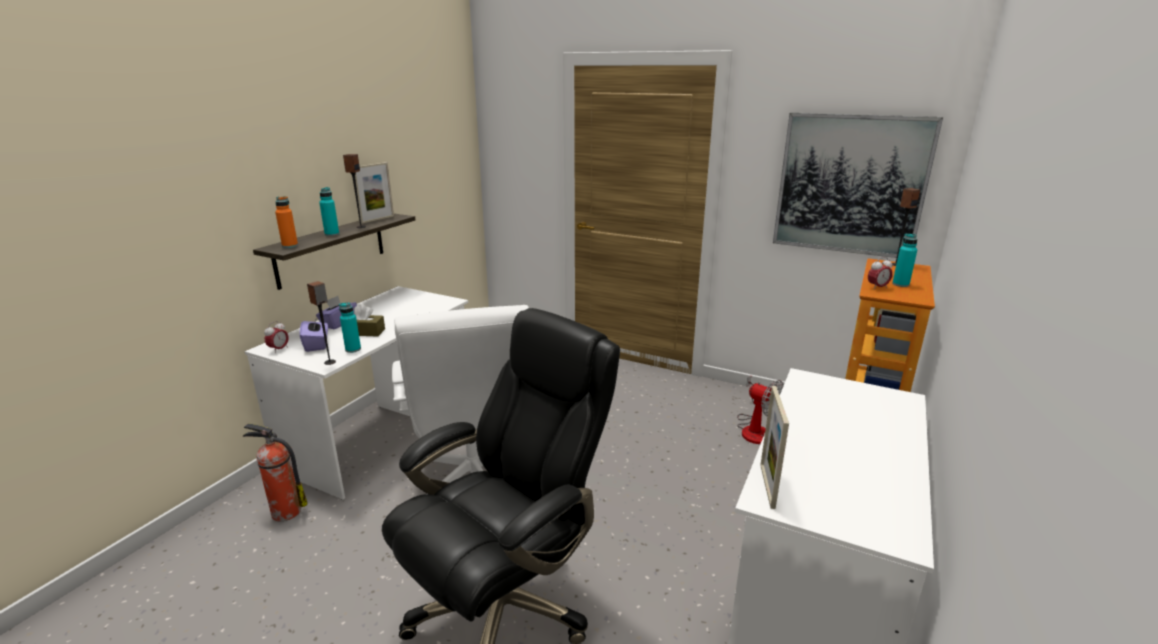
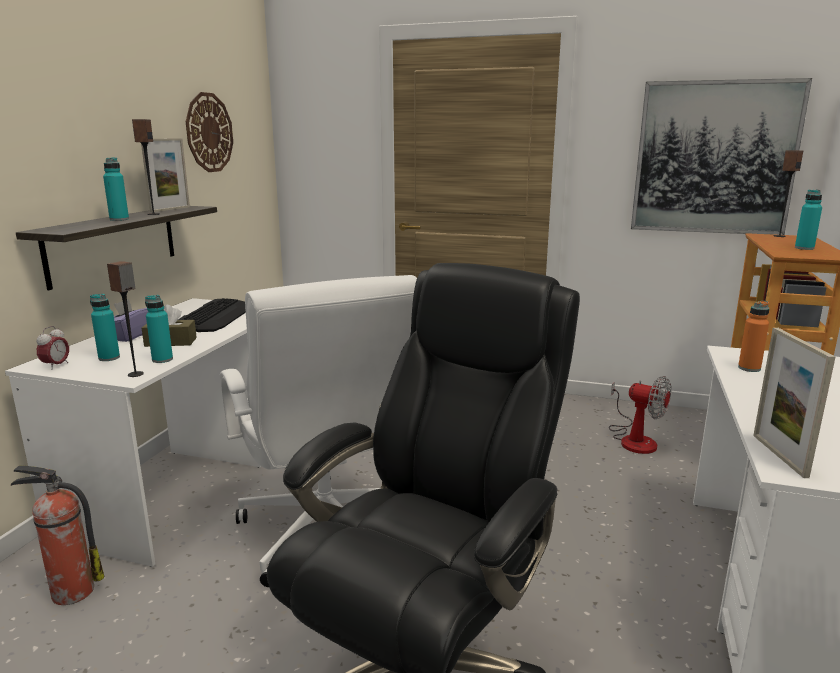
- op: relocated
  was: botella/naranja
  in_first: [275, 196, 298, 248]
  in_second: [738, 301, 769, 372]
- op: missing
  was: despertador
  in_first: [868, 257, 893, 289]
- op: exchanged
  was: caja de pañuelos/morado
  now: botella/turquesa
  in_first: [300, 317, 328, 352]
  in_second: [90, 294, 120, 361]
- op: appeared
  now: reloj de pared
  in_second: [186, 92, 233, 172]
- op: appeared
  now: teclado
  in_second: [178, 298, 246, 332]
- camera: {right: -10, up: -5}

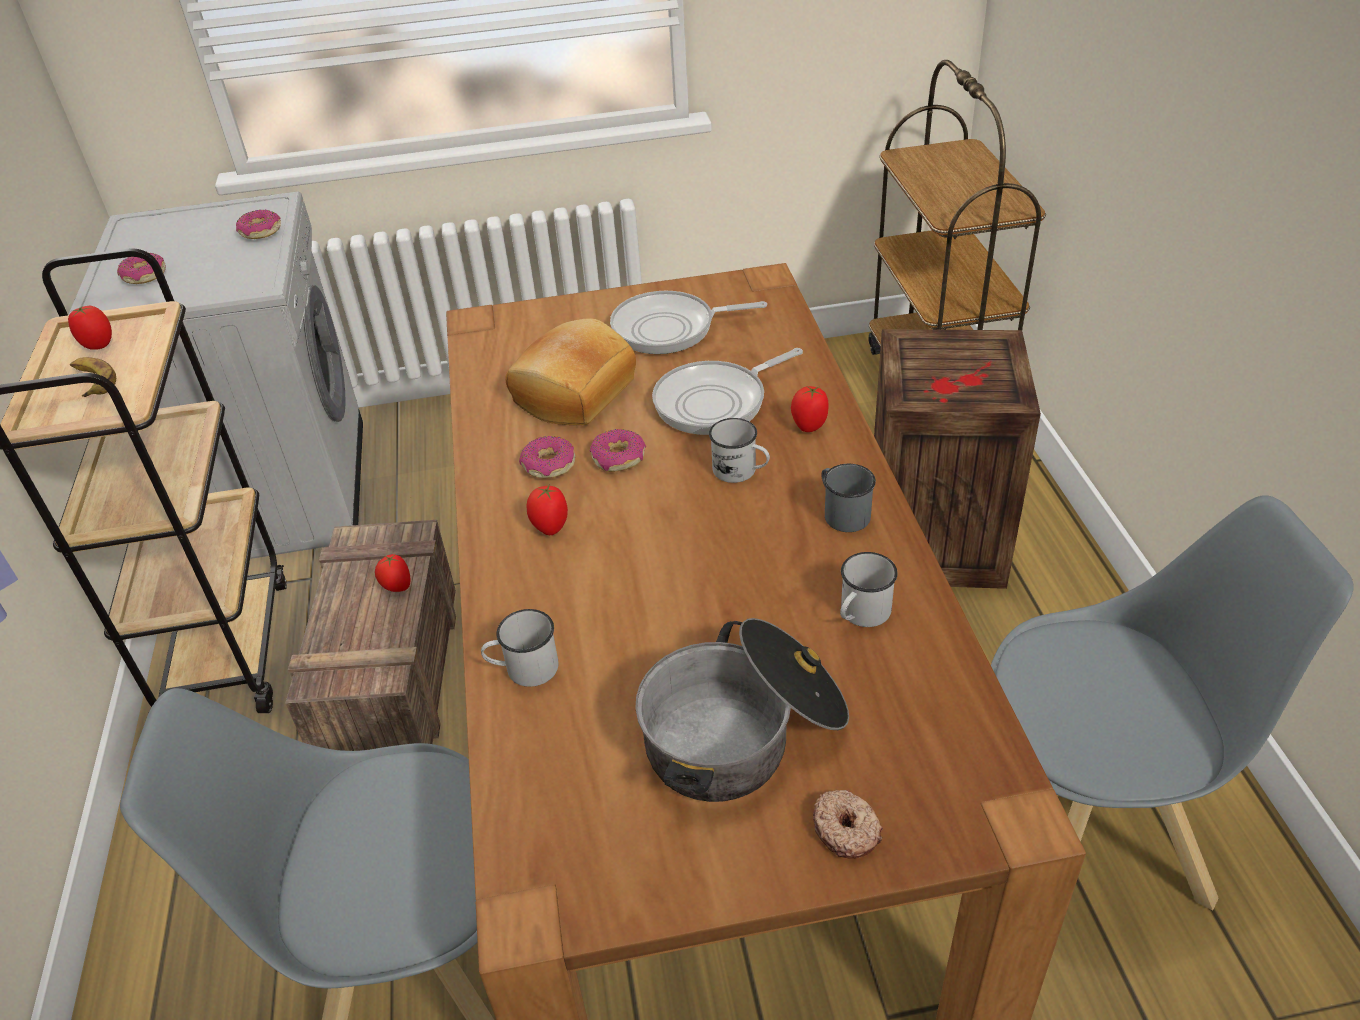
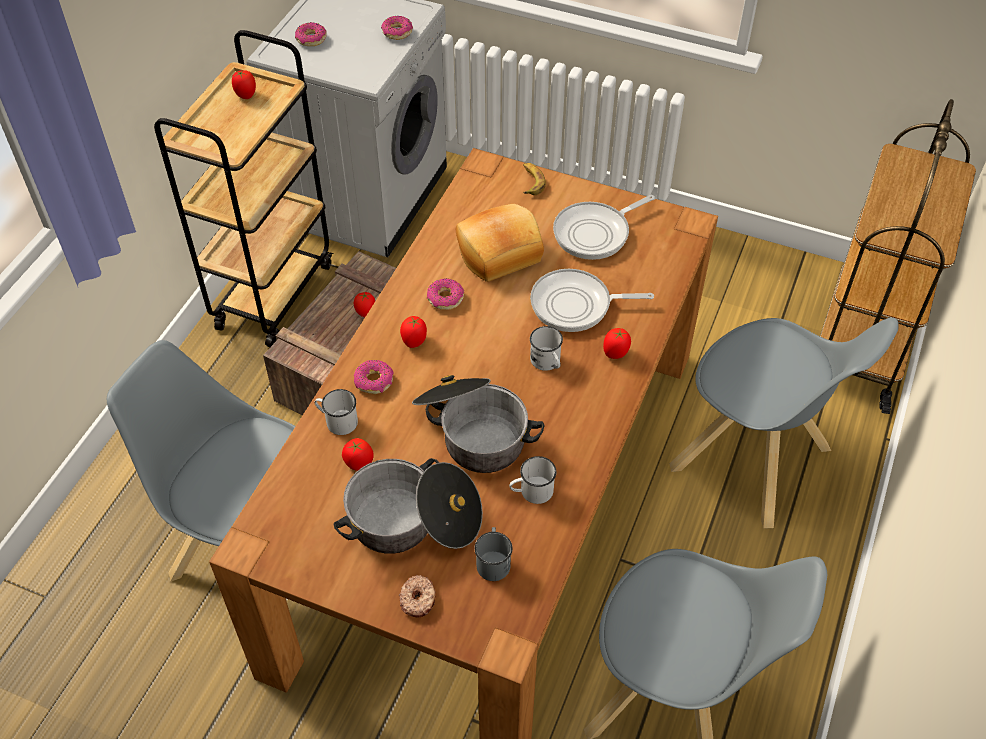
- op: spun
  was: sartén
  in_first: [610, 291, 767, 354]
  in_second: [553, 195, 655, 260]
  clockwise: -60
- op: exchanged
  was: caja de embalaje
  now: silla/gris
  in_first: [874, 329, 1041, 589]
  in_second: [669, 318, 899, 529]
- op: relocated
  was: plátano
  in_first: [70, 357, 116, 397]
  in_second: [523, 163, 546, 195]
- op: relocated
  was: rosquilla
  in_first: [590, 429, 646, 472]
  in_second: [354, 360, 394, 394]
- op: relocated
  was: taza grande/gris
  in_first: [821, 464, 876, 532]
  in_second: [475, 527, 512, 581]
- op: appeared
  now: olla
  in_second: [412, 375, 545, 473]
- op: appeared
  now: tomate
  in_second: [342, 438, 373, 471]
- camera: {right: 30, up: 10}

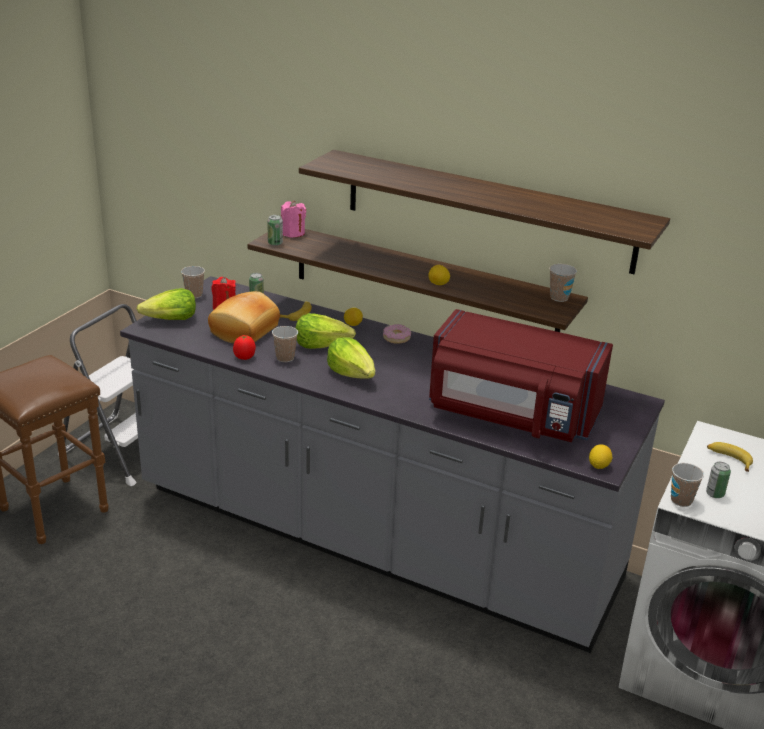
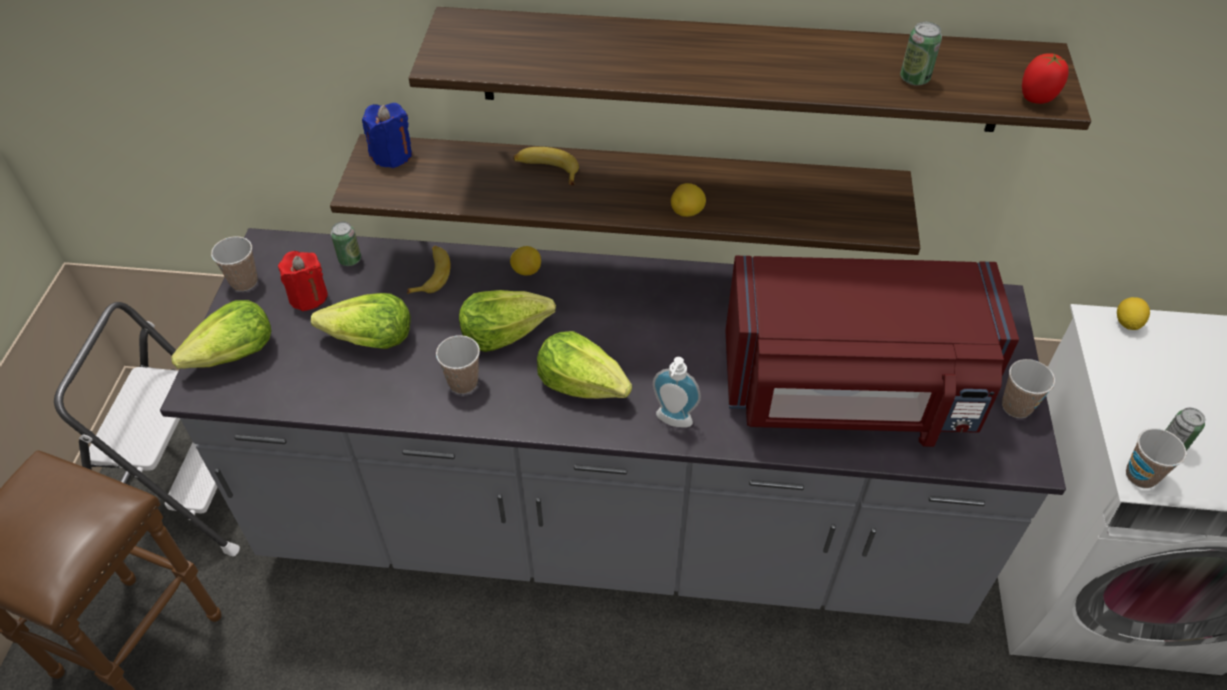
- op: colour
  was: vela/rosa
  now: vela/azul
  in_first: [281, 200, 306, 238]
  in_second: [362, 103, 412, 168]
- op: relocated
  was: lata
  in_first: [267, 215, 283, 246]
  in_second: [900, 22, 942, 86]
- op: relocated
  was: taza
  in_first: [550, 264, 577, 302]
  in_second: [1002, 359, 1055, 418]
- op: exchanged
  was: pan
  now: lechuga
  in_first: [208, 291, 280, 343]
  in_second: [311, 293, 411, 349]
- op: missing
  was: rosquilla
  in_first: [383, 324, 411, 344]
- op: relocated
  was: tomate
  in_first: [233, 335, 256, 360]
  in_second: [1022, 53, 1069, 104]
- op: relocated
  was: plátano
  in_first: [707, 442, 753, 472]
  in_second: [513, 147, 579, 185]
- op: relocated
  was: limón
  in_first: [589, 444, 612, 469]
  in_second: [1117, 297, 1150, 330]
- op: appeared
  now: dispensador de jabón
  in_second: [653, 357, 701, 427]
- camera: {right: -20, up: 20}

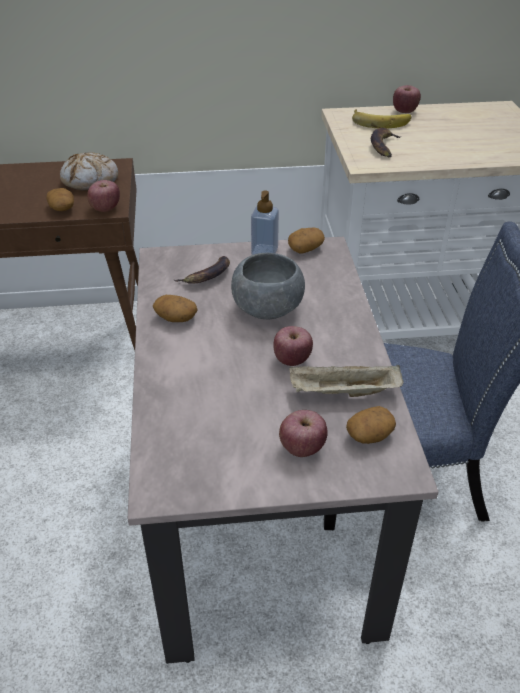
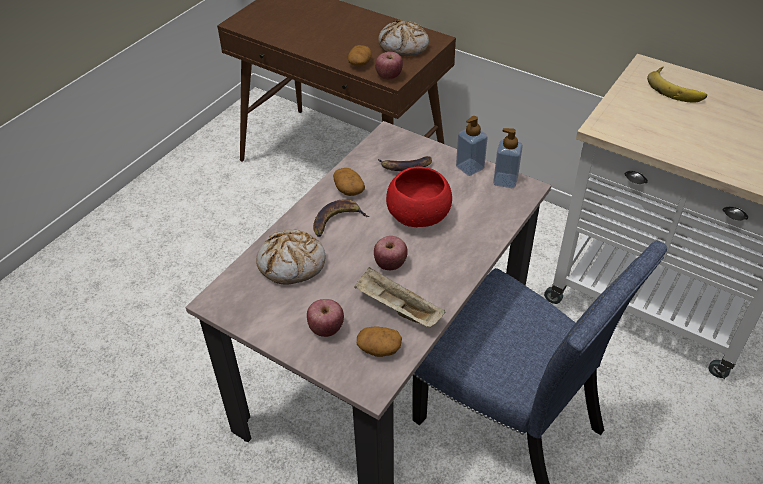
- op: missing
  was: manzana
  in_first: [393, 85, 421, 113]
- op: relocated
  was: plátano
  in_first: [371, 128, 401, 157]
  in_second: [313, 199, 369, 237]
- op: exchanged
  was: patata
  now: dispensador de jabón
  in_first: [288, 228, 325, 254]
  in_second: [493, 128, 523, 188]
- op: colour
  was: cuenco/gris
  now: cuenco/rojo
  in_first: [231, 253, 305, 319]
  in_second: [386, 167, 452, 227]
- op: appeared
  now: pan
  in_second: [256, 230, 325, 285]
- camera: {right: 40, up: 5}

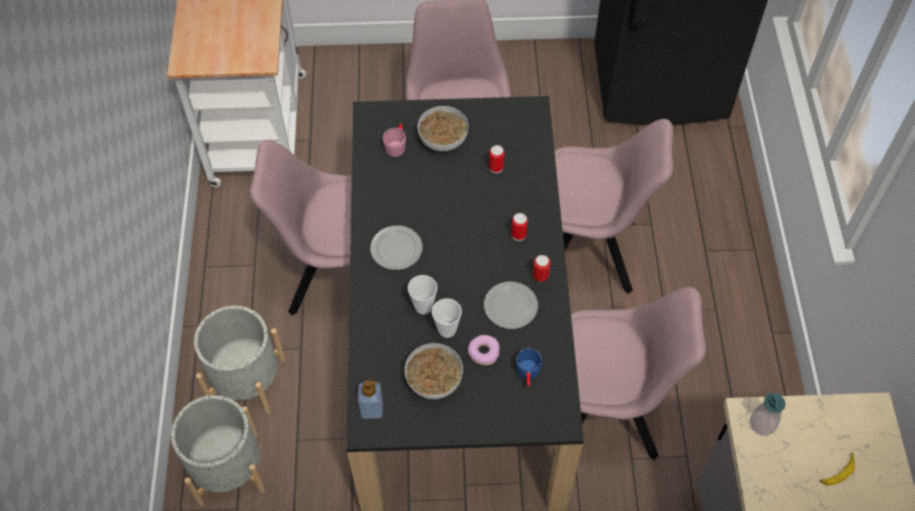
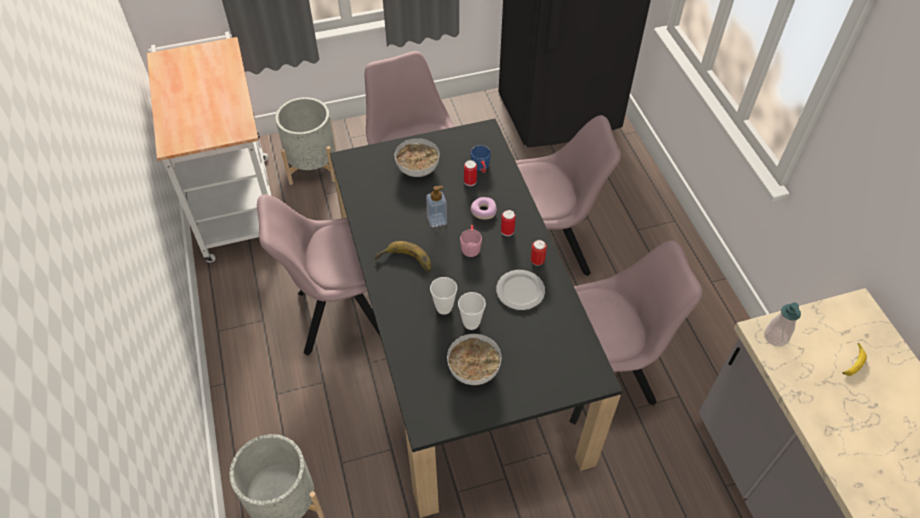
- op: relocated
  was: taza grande/rosa
  in_first: [383, 124, 406, 157]
  in_second: [460, 225, 482, 257]
- op: exchanged
  was: plato
  now: plátano
  in_first: [370, 226, 423, 270]
  in_second: [374, 241, 432, 273]
- op: relocated
  was: maceta/gris
  in_first: [194, 306, 285, 414]
  in_second: [275, 97, 336, 185]
- op: relocated
  was: rosquilla
  in_first: [468, 335, 499, 365]
  in_second: [471, 197, 497, 220]
- op: relocated
  was: taza grande/azul
  in_first: [516, 348, 542, 387]
  in_second: [471, 145, 491, 173]
- op: relocated
  was: dispensador de jabón
  in_first: [358, 380, 383, 419]
  in_second: [426, 186, 447, 227]
- camera: {right: -15, up: -5}

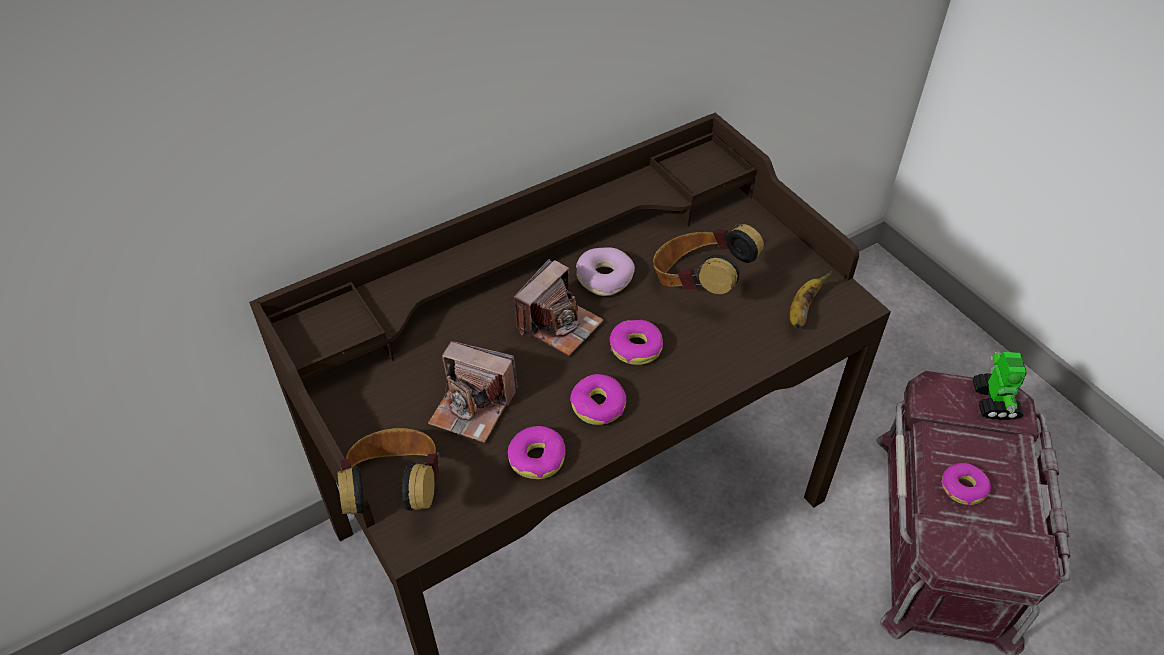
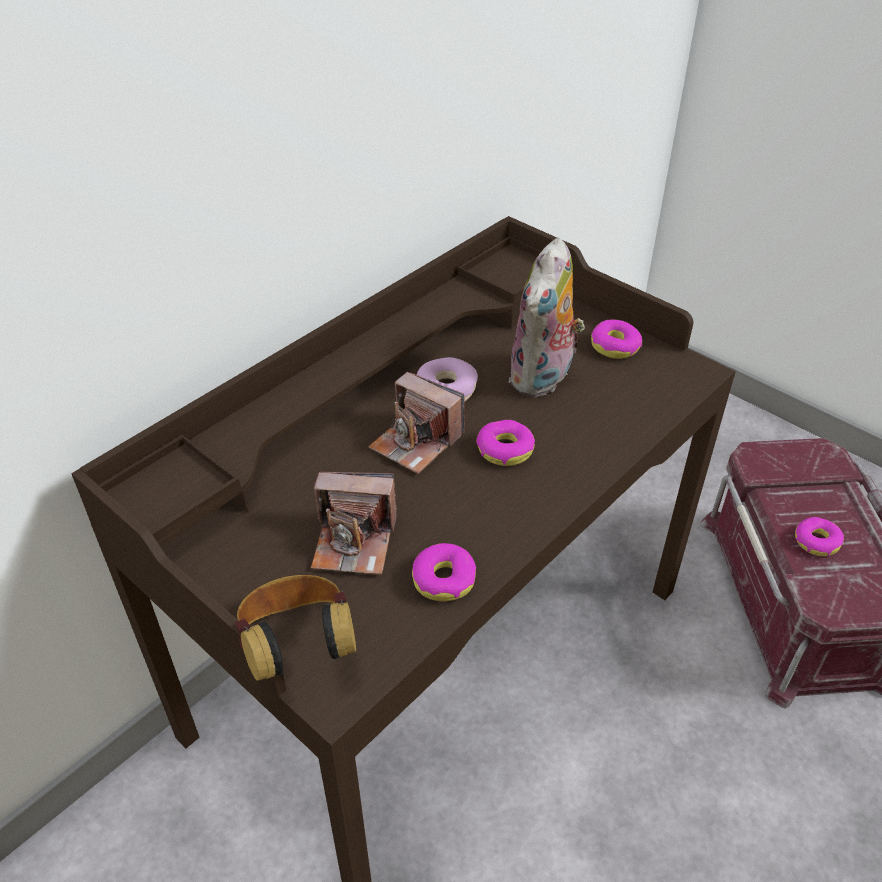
- op: exchanged
  was: auriculares
  now: peluche
  in_first: [653, 224, 764, 294]
  in_second: [508, 237, 585, 397]
- op: spun
  was: cámara
  in_first: [514, 258, 604, 356]
  in_second: [368, 372, 465, 474]
  clockwise: 105
- op: missing
  was: plátano
  in_first: [790, 271, 832, 328]
- op: missing
  was: robot de juguete
  in_first: [973, 351, 1027, 420]
- op: relocated
  was: rosquilla
  in_first: [570, 374, 626, 425]
  in_second: [591, 320, 642, 359]
- camera: {right: -15, up: -5}

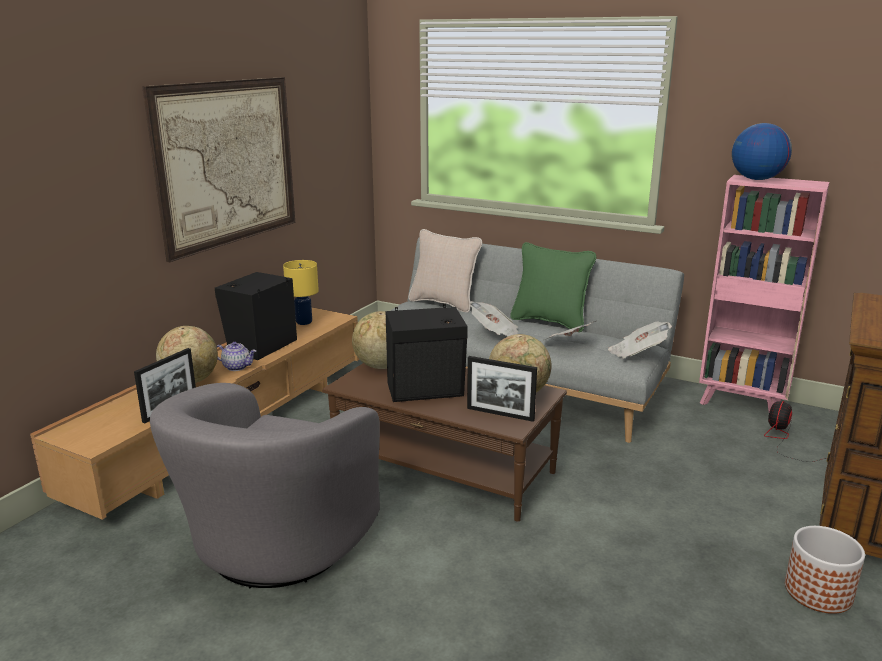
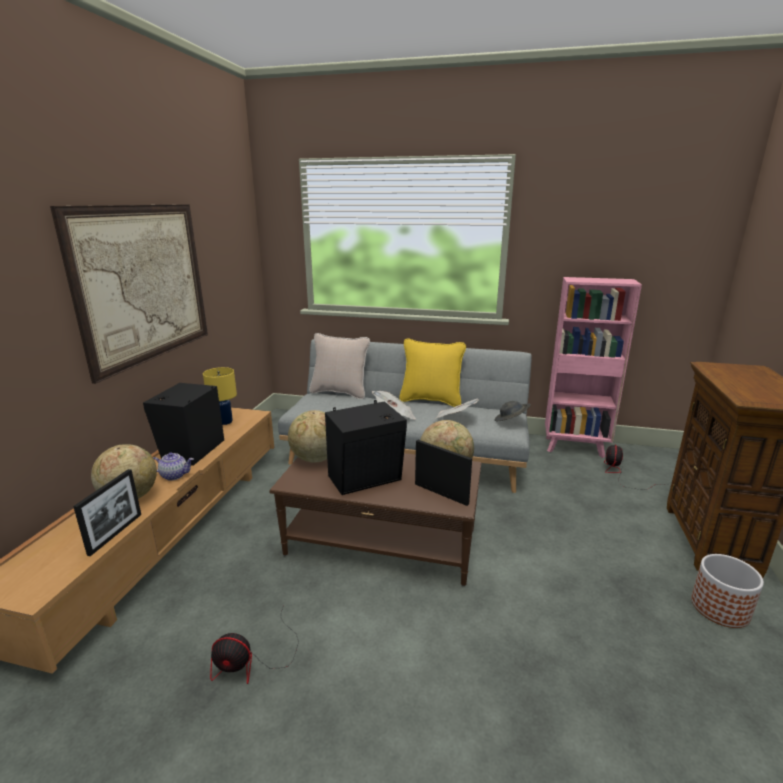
- op: missing
  was: globo terráqueo
  in_first: [732, 123, 792, 180]
- op: colour
  was: cojín/verde
  now: cojín/amarillo
  in_first: [510, 242, 596, 332]
  in_second: [399, 338, 466, 407]
- op: exchanged
  was: periódico
  now: sombrero/gris
  in_first: [608, 321, 672, 359]
  in_second: [494, 401, 531, 421]
- op: spun
  was: portarretratos
  in_first: [467, 356, 537, 422]
  in_second: [415, 440, 472, 506]
  clockwise: -150
- op: exchanged
  was: sillón/gris
  now: ventilador
  in_first: [150, 383, 380, 589]
  in_second: [210, 605, 299, 684]
- camera: {right: -15, up: 0}

